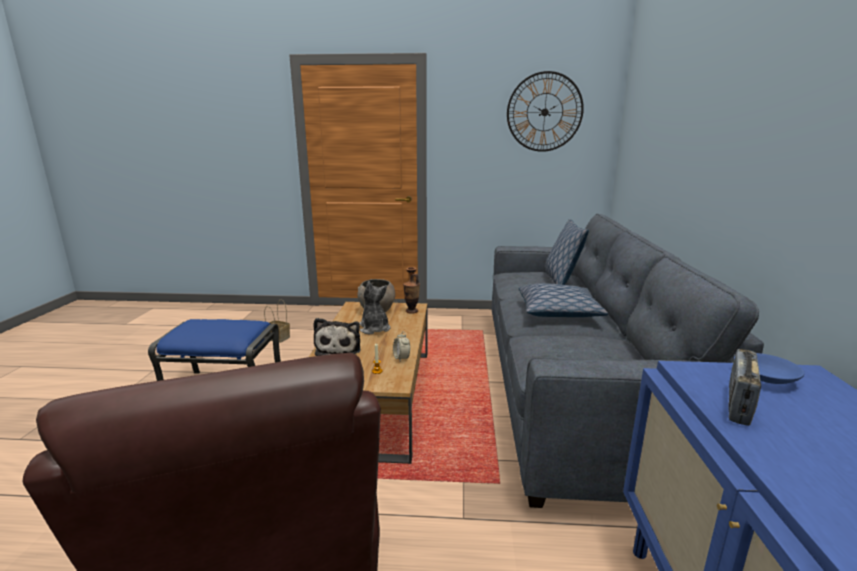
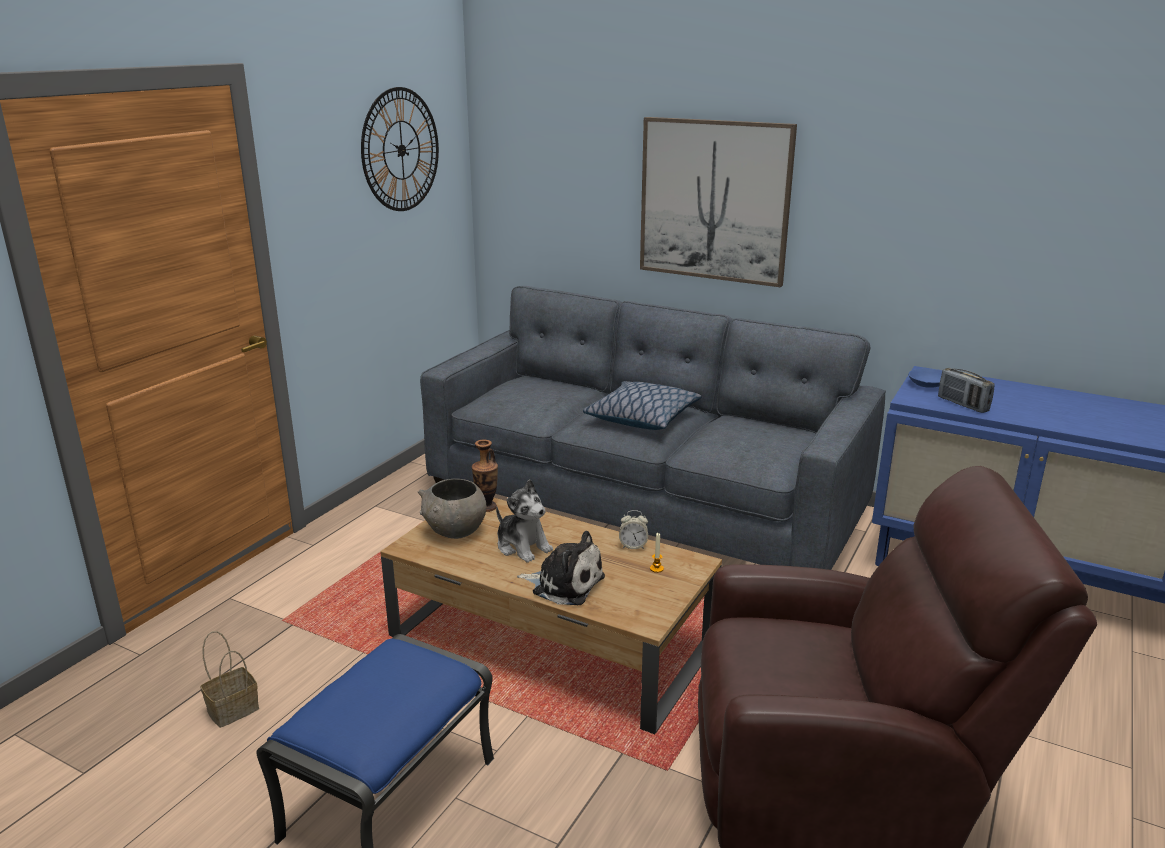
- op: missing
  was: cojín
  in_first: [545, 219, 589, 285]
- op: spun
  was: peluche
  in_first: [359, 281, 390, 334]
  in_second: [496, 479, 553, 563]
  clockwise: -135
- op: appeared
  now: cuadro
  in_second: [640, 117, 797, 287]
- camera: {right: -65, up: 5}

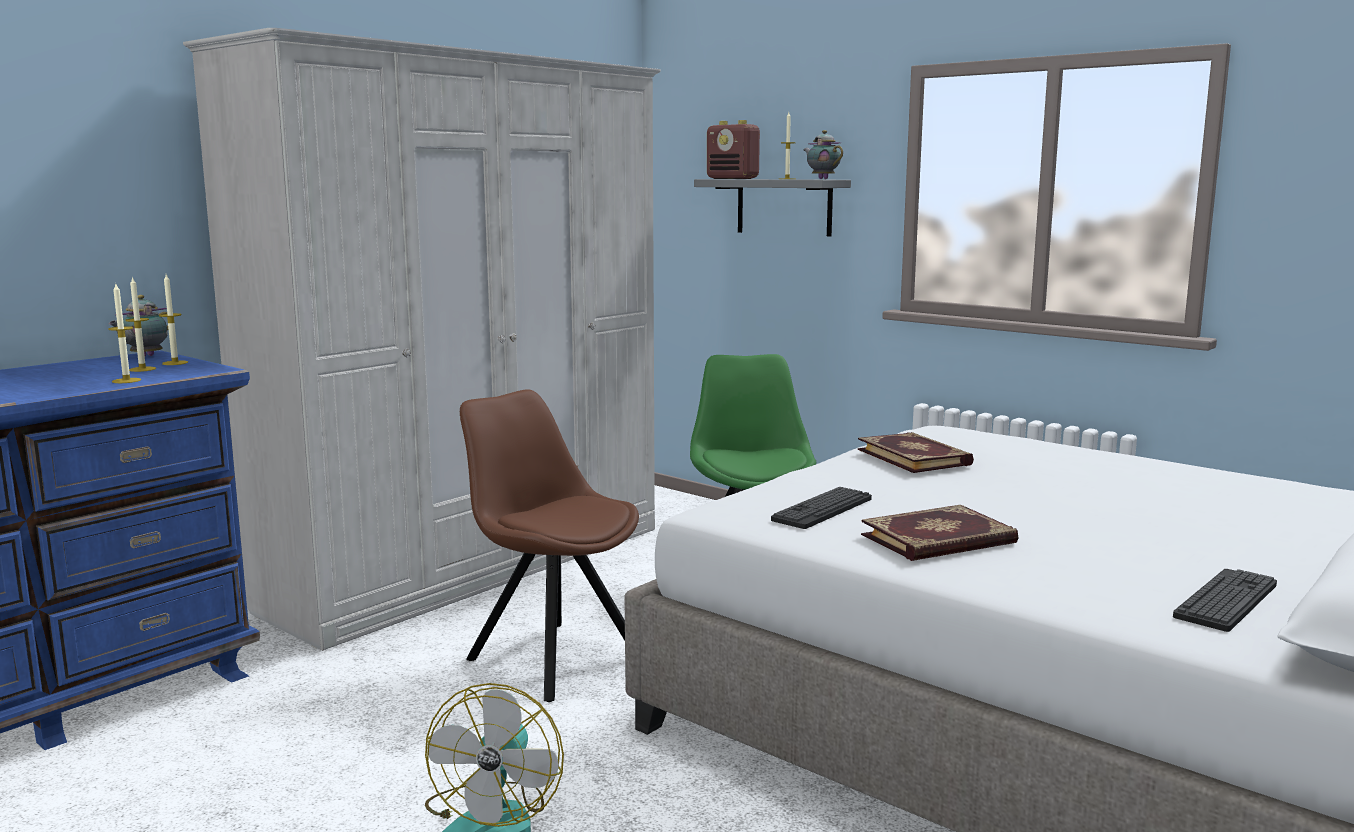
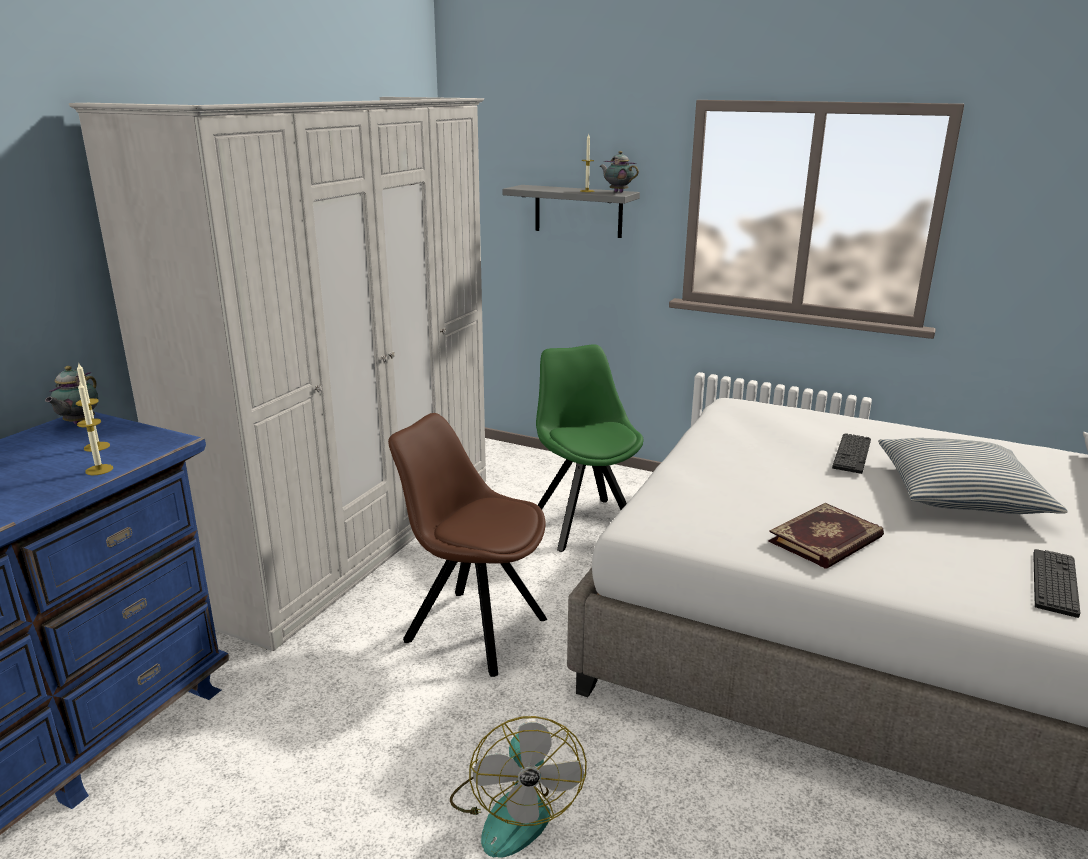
- op: missing
  was: radio
  in_first: [707, 120, 760, 179]
- op: missing
  was: vela
  in_first: [159, 274, 188, 365]
- op: missing
  was: libro
  in_first: [858, 432, 974, 473]
- op: relocated
  was: teclado
  in_first: [771, 487, 872, 529]
  in_second: [832, 433, 871, 474]
- op: appeared
  now: cojín
  in_second: [878, 438, 1068, 514]
- camera: {right: -15, up: 10}

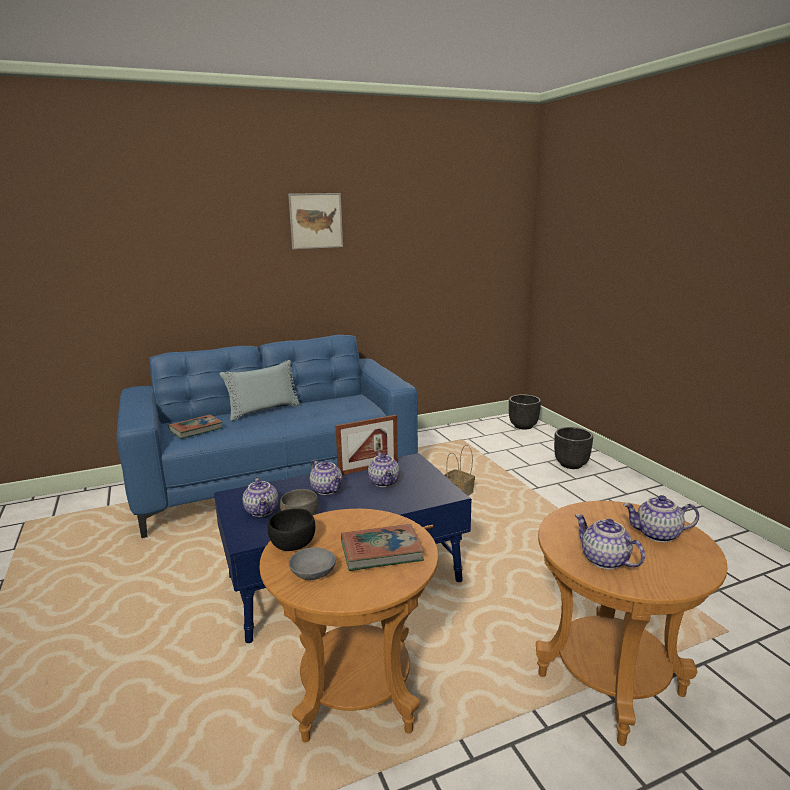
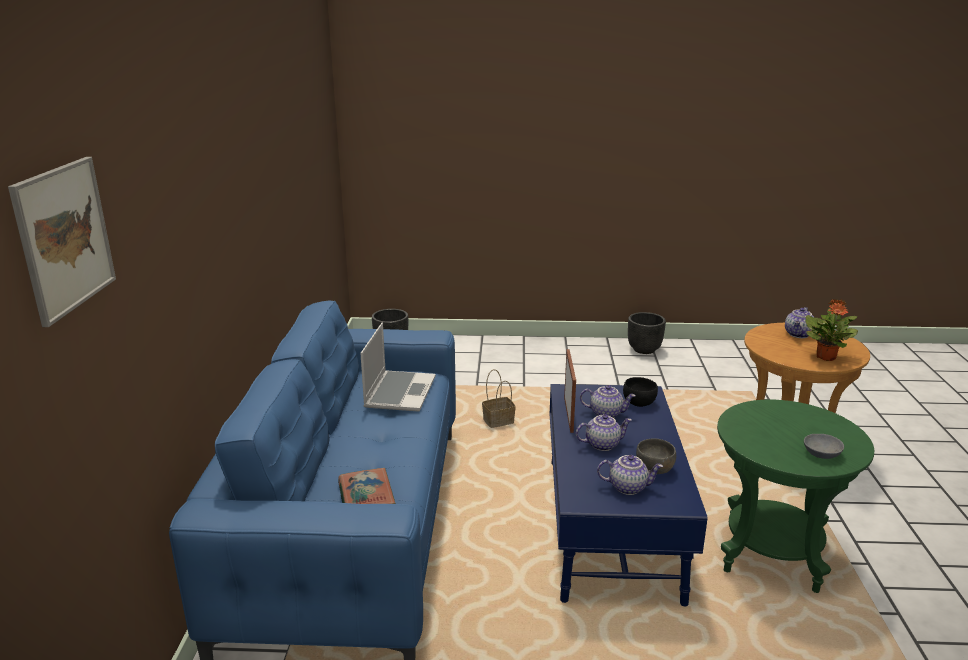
- op: relocated
  was: cuadro
  in_first: [288, 193, 343, 249]
  in_second: [8, 157, 116, 327]
- op: missing
  was: cojín/azul
  in_first: [220, 360, 300, 421]
- op: relocated
  was: maceta/negro
  in_first: [554, 427, 593, 469]
  in_second: [628, 312, 666, 354]
- op: relocated
  was: cuenco/negro
  in_first: [268, 508, 315, 551]
  in_second: [623, 377, 658, 407]
- op: colour
  was: mesa auxiliar/marrón
  now: mesa auxiliar/verde
  in_first: [259, 509, 438, 743]
  in_second: [717, 400, 874, 593]
- op: exchanged
  was: tetera
  now: planta en maceta
  in_first: [575, 514, 645, 570]
  in_second: [805, 299, 858, 361]
- op: missing
  was: libro
  in_first: [341, 524, 424, 571]
- op: appeared
  now: portátil
  in_second: [360, 323, 436, 412]
- camera: {right: -65, up: 5}

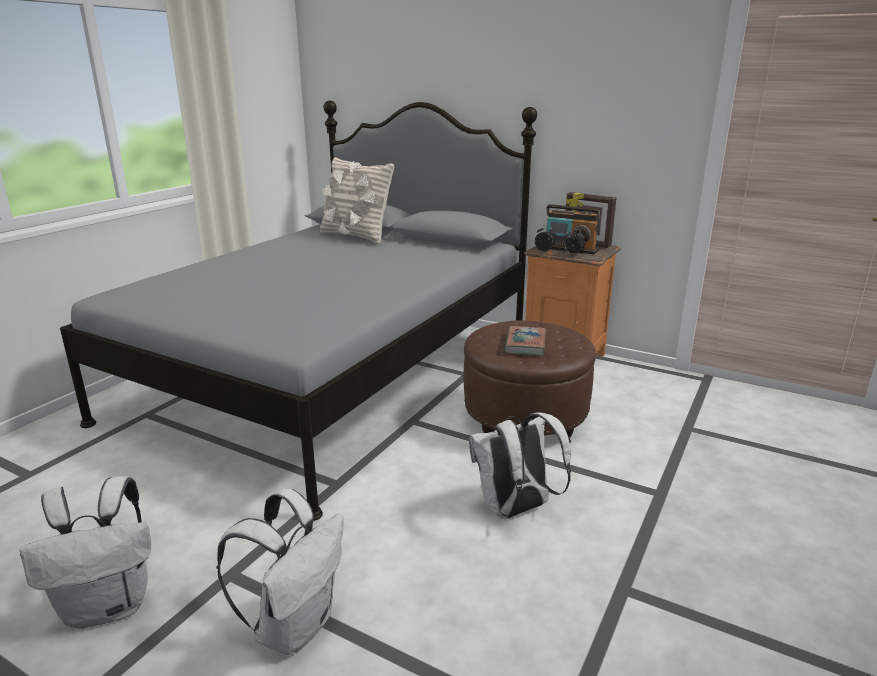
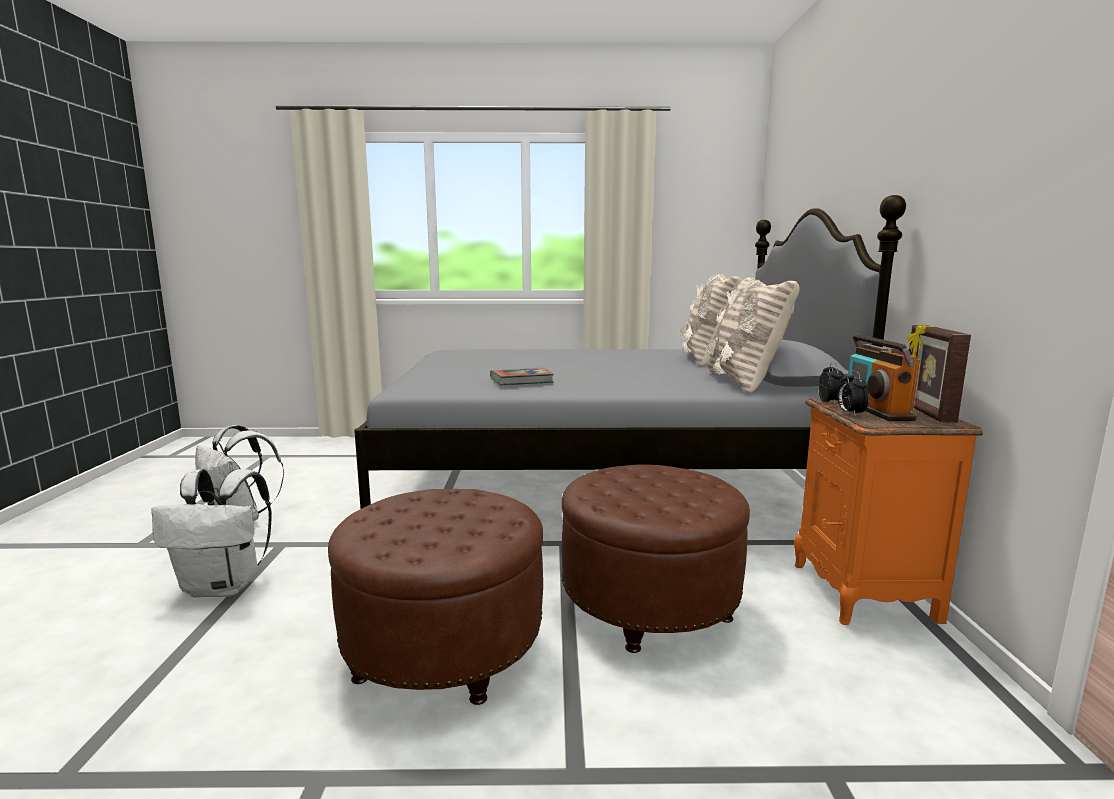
- op: relocated
  was: libro
  in_first: [504, 326, 546, 356]
  in_second: [490, 368, 554, 385]
- op: exchanged
  was: mochila/blanco
  now: puf/marrón
  in_first: [469, 412, 571, 519]
  in_second: [328, 489, 543, 705]
- op: appeared
  now: cojín/beis
  in_second: [704, 277, 799, 393]
- camera: {right: 60, up: -10}

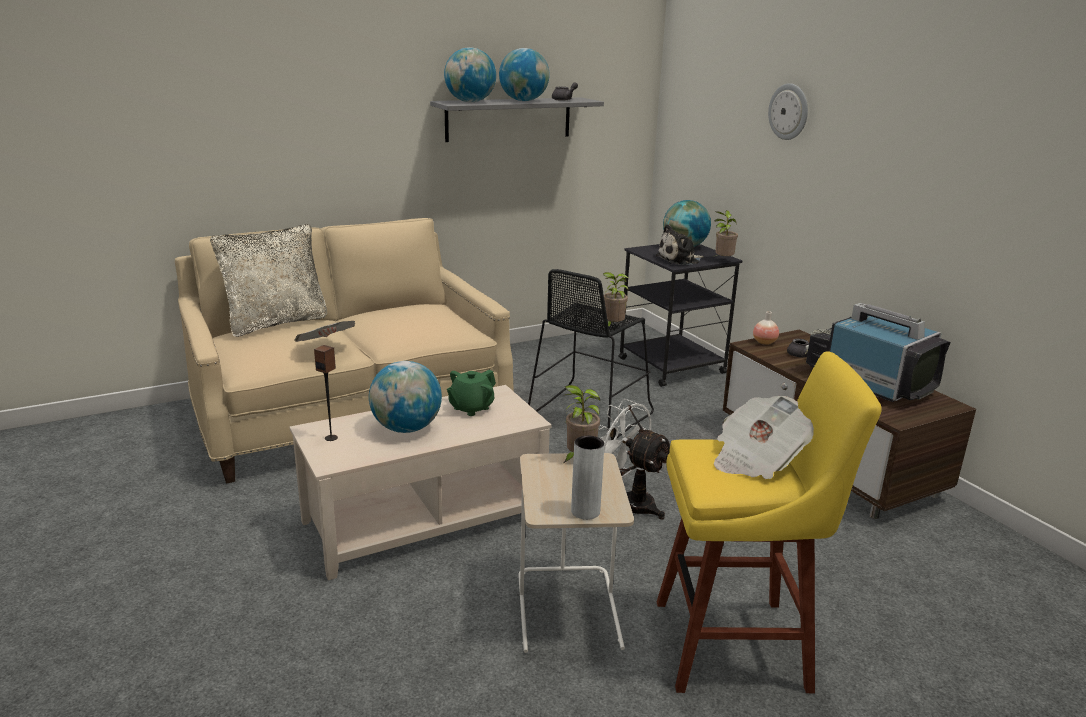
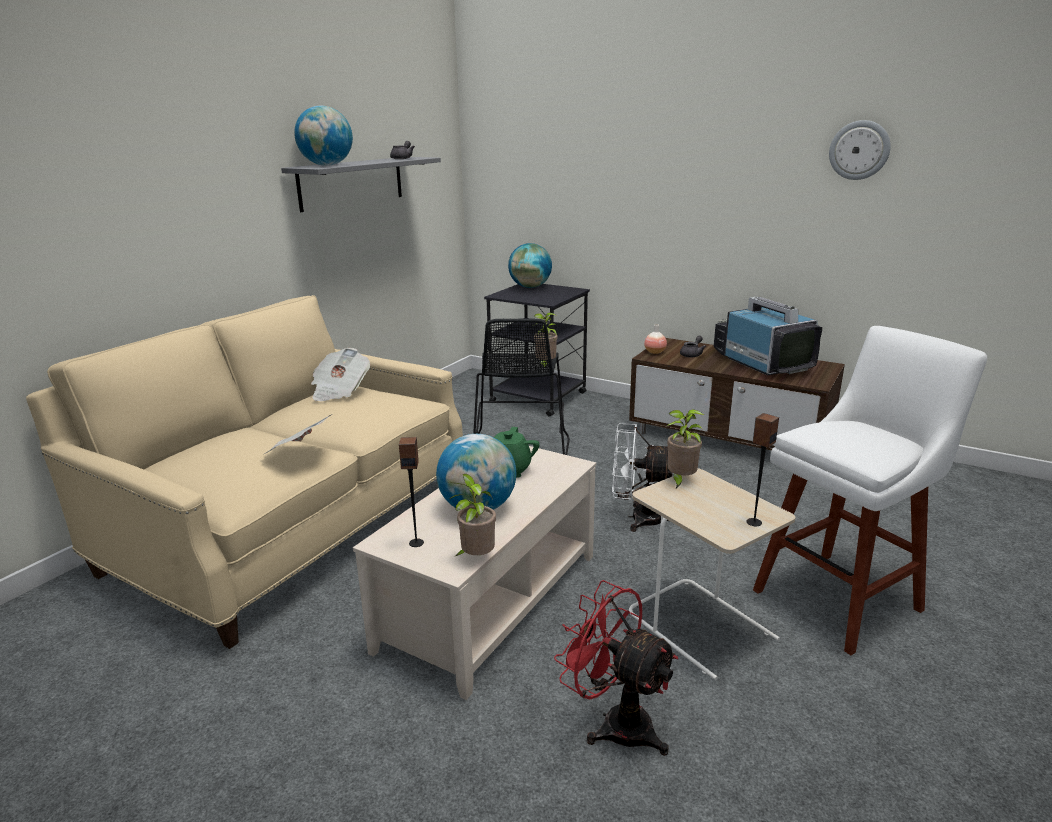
- op: missing
  was: globo terráqueo
  in_first: [499, 48, 550, 101]
- op: relocated
  was: reloj de pared
  in_first: [768, 83, 808, 140]
  in_second: [829, 120, 891, 180]
- op: relocated
  was: planta en maceta
  in_first: [714, 210, 738, 256]
  in_second: [449, 474, 496, 556]
- op: missing
  was: cojín/beis
  in_first: [210, 224, 327, 337]
- op: missing
  was: peluche
  in_first: [655, 224, 704, 265]
- op: spun
  was: televisor
  in_first: [805, 303, 950, 402]
  in_second: [714, 297, 822, 375]
  clockwise: 45
- op: colour
  was: taburete/amarillo
  now: taburete/blanco
  in_first: [657, 351, 882, 693]
  in_second: [753, 326, 987, 655]
- op: relocated
  was: periódico
  in_first: [713, 396, 814, 479]
  in_second: [311, 348, 370, 401]
- op: exchanged
  was: florero/gris
  now: altavoz
  in_first: [571, 436, 604, 520]
  in_second: [746, 413, 779, 526]
- op: appeared
  now: ventilador/rojo
  in_second: [554, 580, 678, 756]
- camera: {right: -30, up: 0}

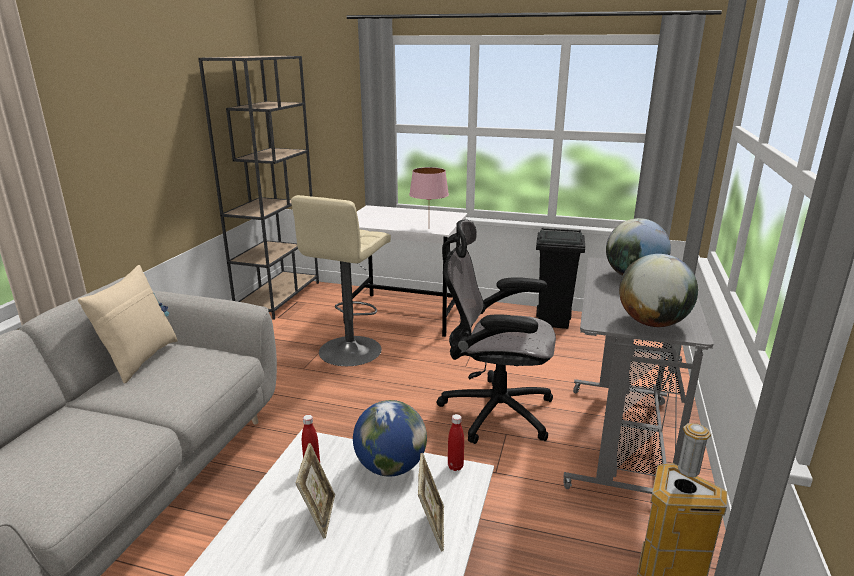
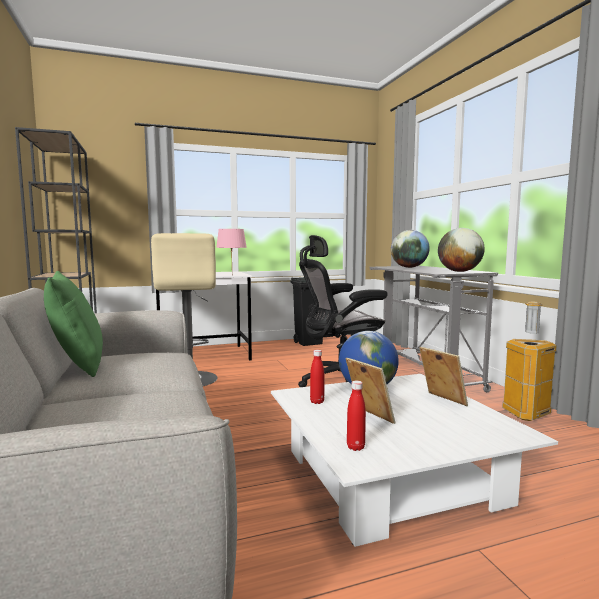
- op: colour
  was: cojín/beis
  now: cojín/verde
  in_first: [78, 265, 178, 383]
  in_second: [44, 271, 103, 377]
- op: relocated
  was: botella/rojo
  in_first: [448, 414, 464, 471]
  in_second: [347, 381, 366, 451]
- camera: {right: -35, up: -15}

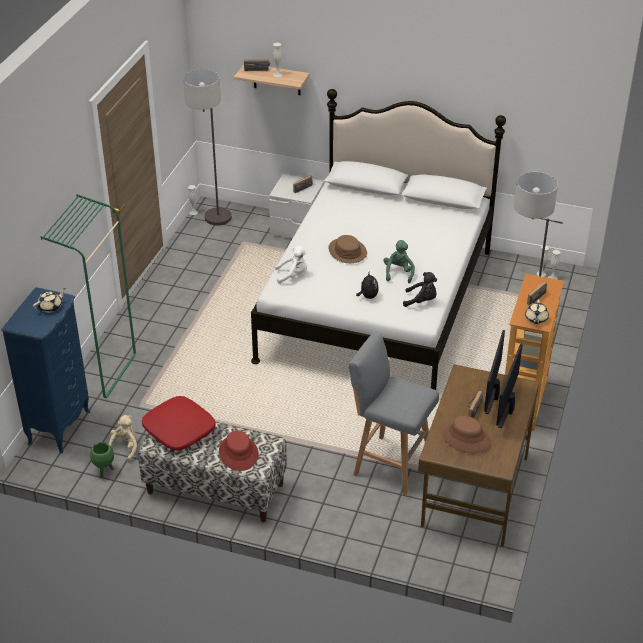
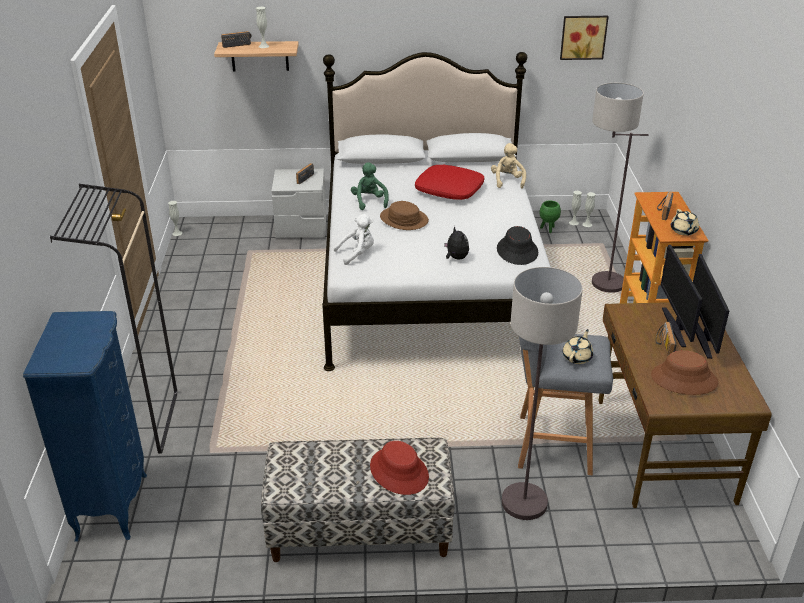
- op: relocated
  was: lámpara de pie/gris
  in_first: [183, 69, 232, 226]
  in_second: [502, 267, 583, 520]
- op: colour
  was: perchero/verde
  now: perchero/negro
  in_first: [41, 194, 136, 398]
  in_second: [50, 184, 177, 454]
- op: relocated
  was: peluche/verde
  in_first: [384, 240, 415, 283]
  in_second: [351, 162, 389, 210]
- op: exchanged
  was: peluche/negro
  now: sombrero/negro
  in_first: [403, 272, 437, 307]
  in_second: [497, 226, 538, 265]
- op: relocated
  was: tetera/beis
  in_first: [33, 288, 66, 313]
  in_second: [562, 329, 593, 364]
- op: relocated
  was: cojín/rojo
  in_first: [142, 396, 216, 451]
  in_second: [415, 165, 484, 200]
- op: relocated
  was: peluche/beis
  in_first: [109, 415, 137, 462]
  in_second: [491, 143, 526, 189]
- op: relocated
  was: maceta/verde
  in_first: [90, 442, 114, 478]
  in_second: [540, 200, 561, 233]
- op: appeared
  now: cuadro
  in_second: [560, 16, 609, 60]
- camera: {right: -20, up: -5}

